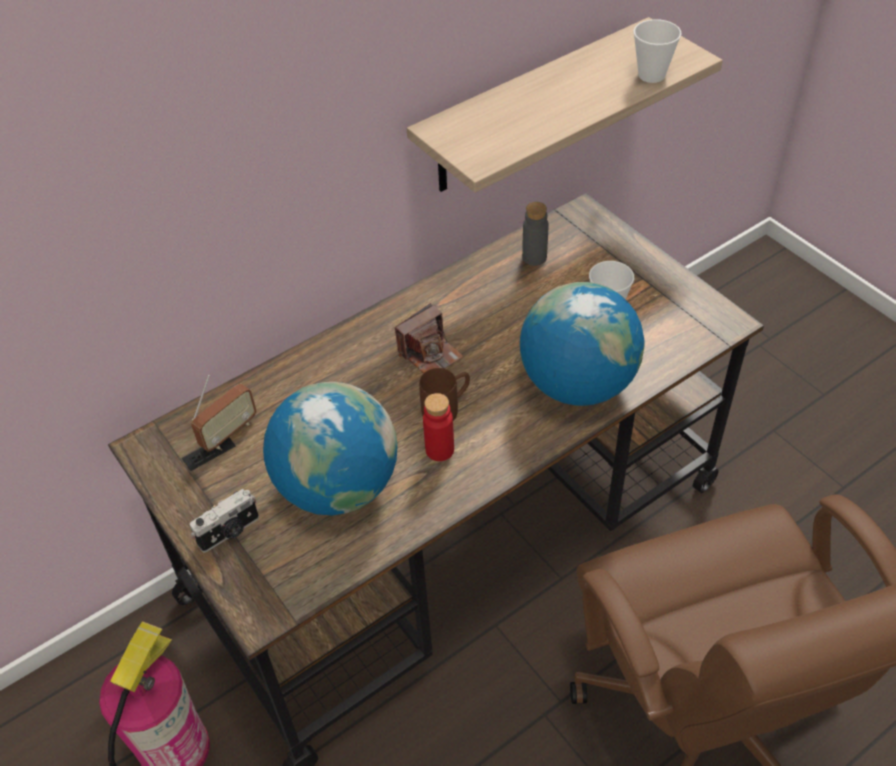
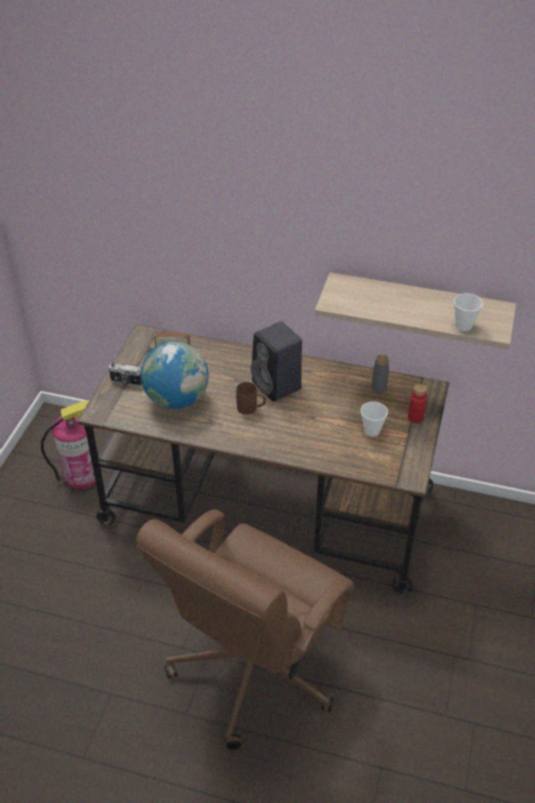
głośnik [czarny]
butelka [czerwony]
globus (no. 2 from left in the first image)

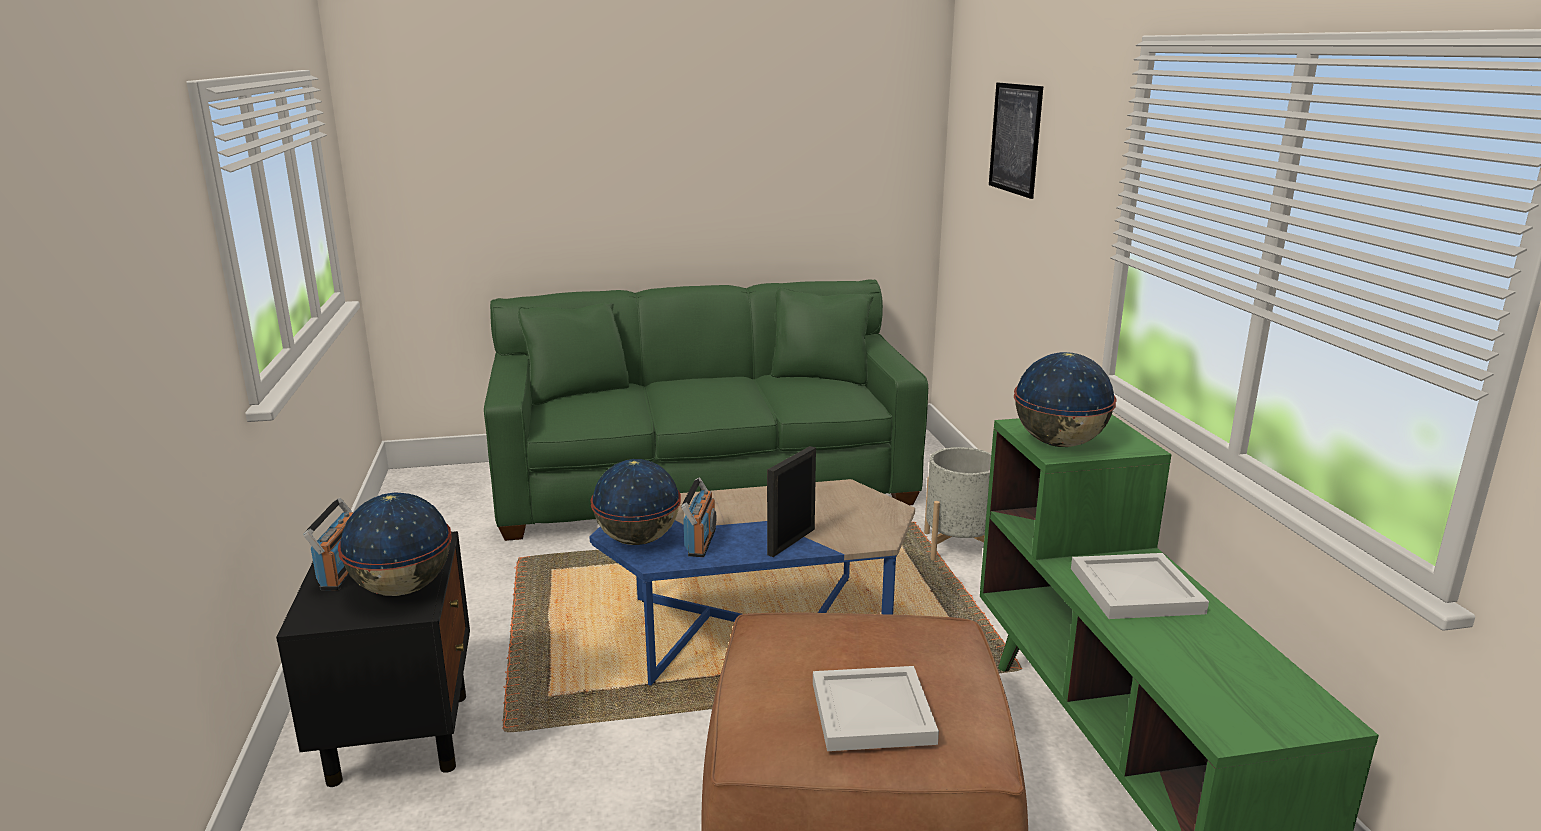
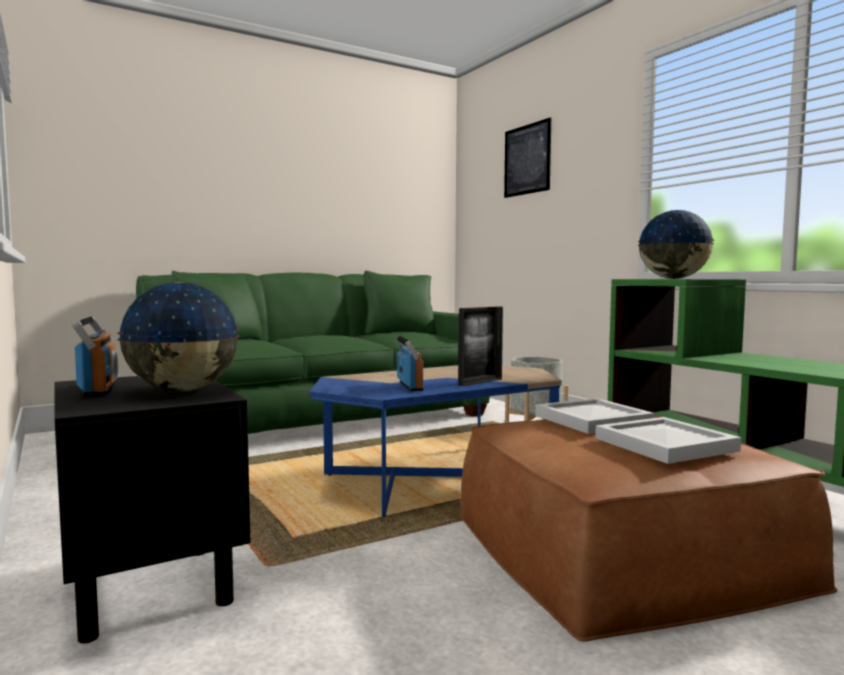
globus (no. 2 from left in the first image)
ramka na zdjęcie
taca [biały] (no. 1 from left)

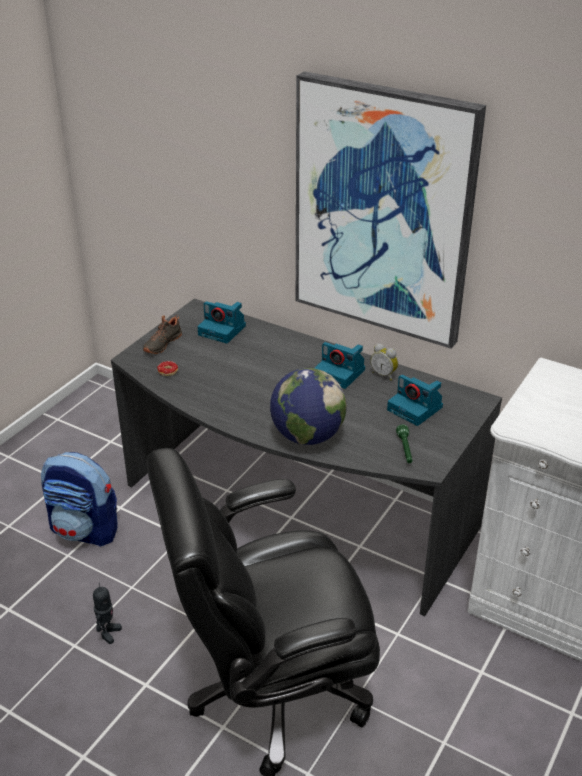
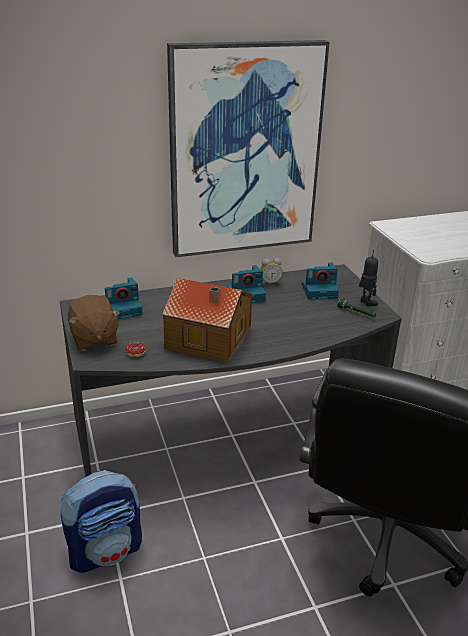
robot zabawkowy
pluszak [brązowy]
globus
domek

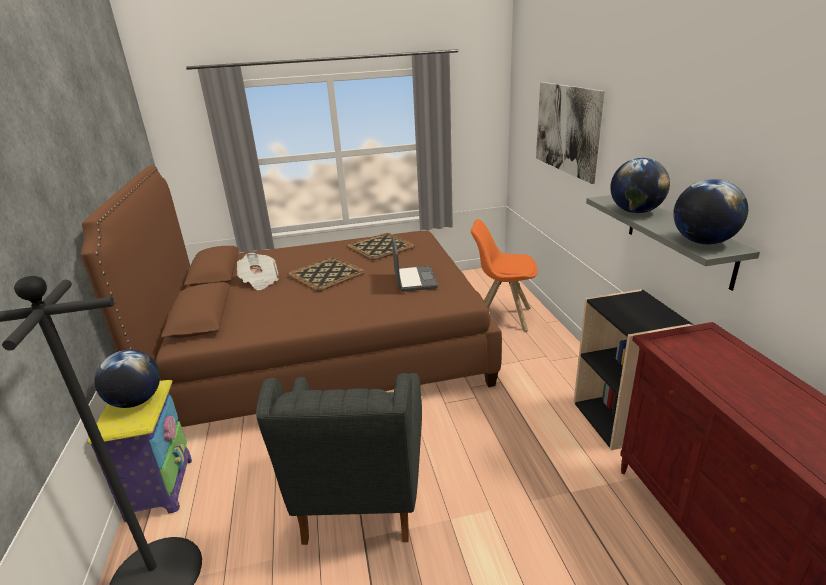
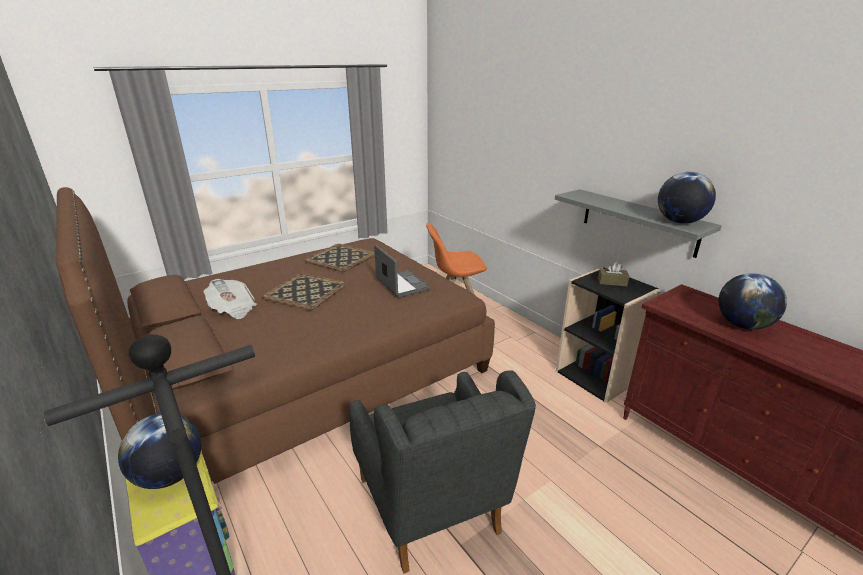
obraz
globus (no. 3 from left)
pudełko chusteczek [brązowy]

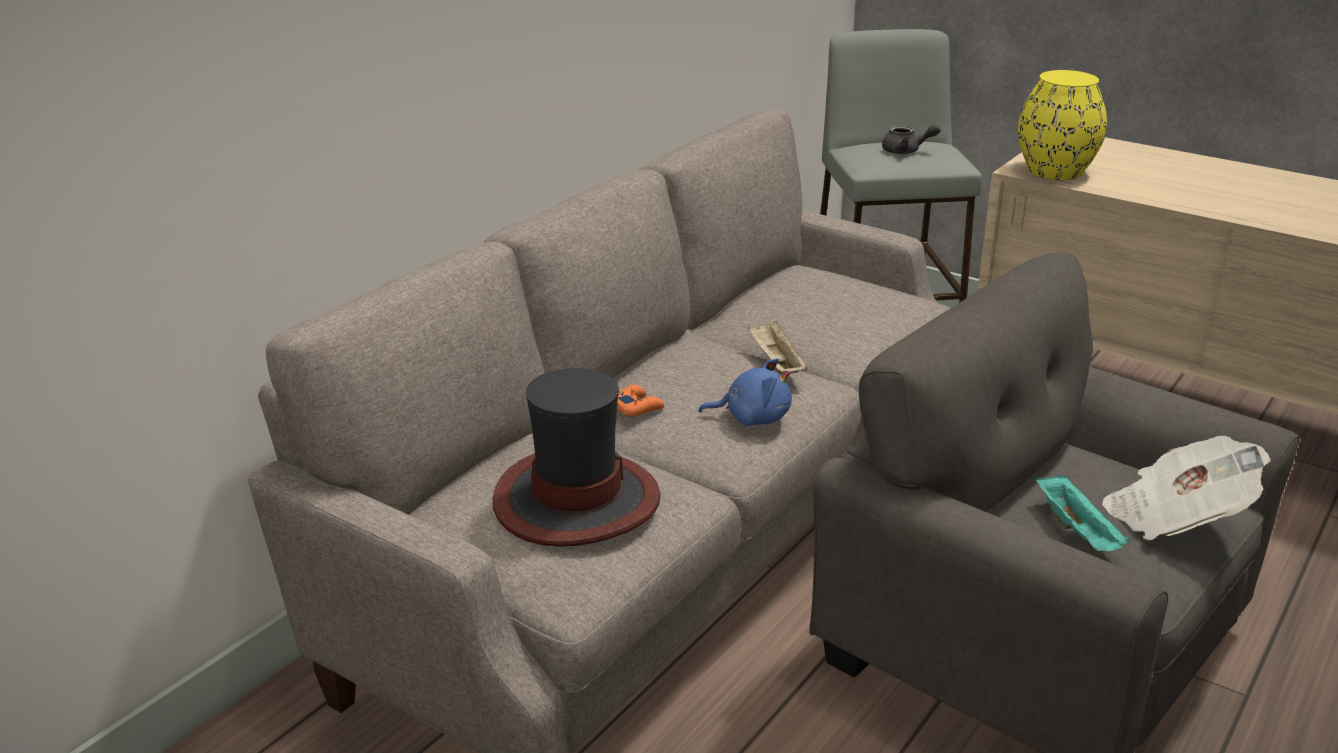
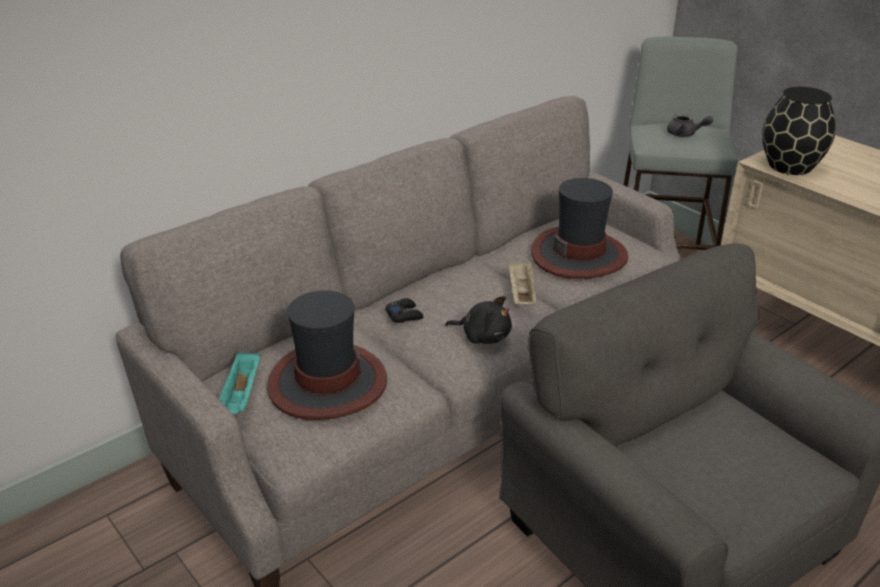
pad do gier [czarny]
pluszak [czarny]
wazon [czarny]
taca [turkusowy]
gazeta
kapelusz (no. 2 from left)

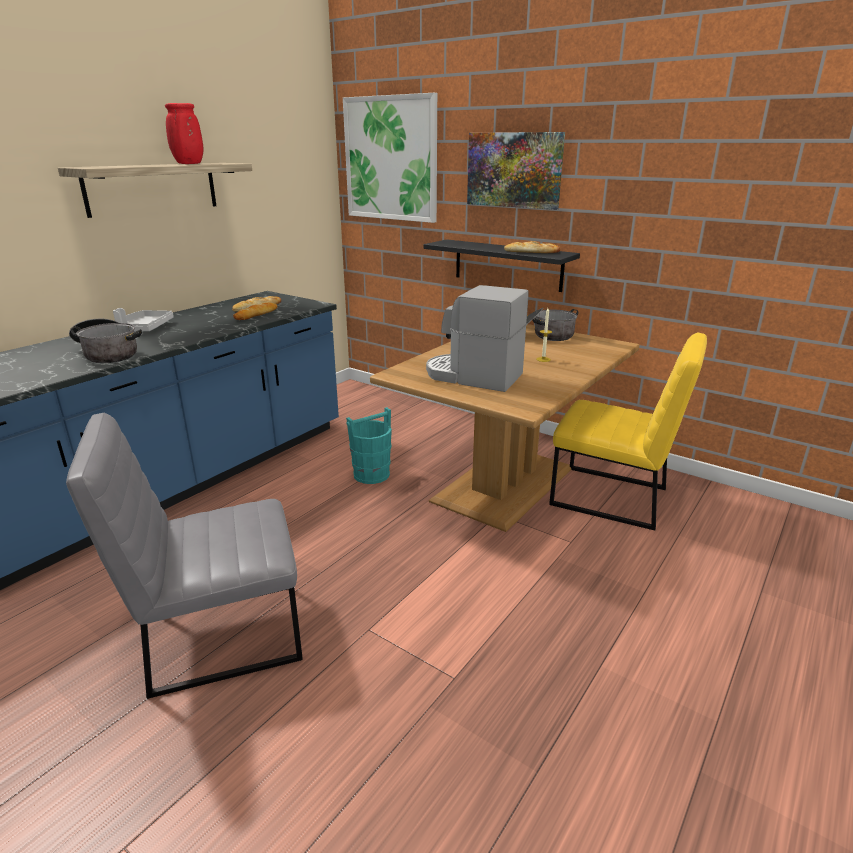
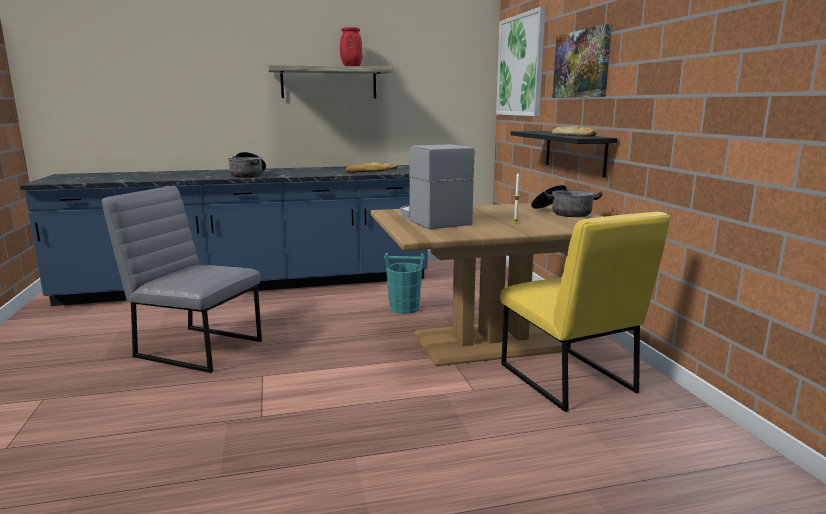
taca [szary]

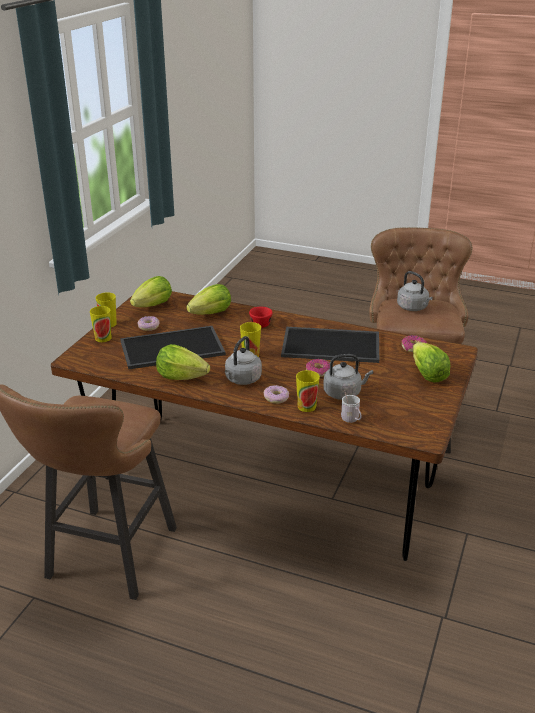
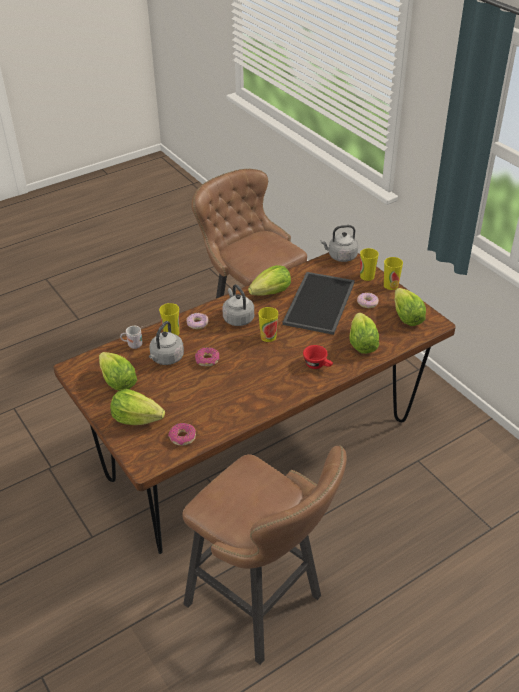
taca (no. 2 from left in the first image)
czajnik [szary] (no. 3 from left)
sałata (no. 1 from left)

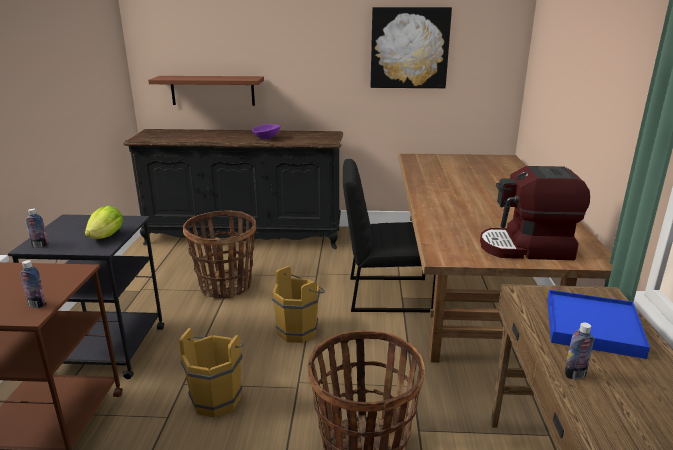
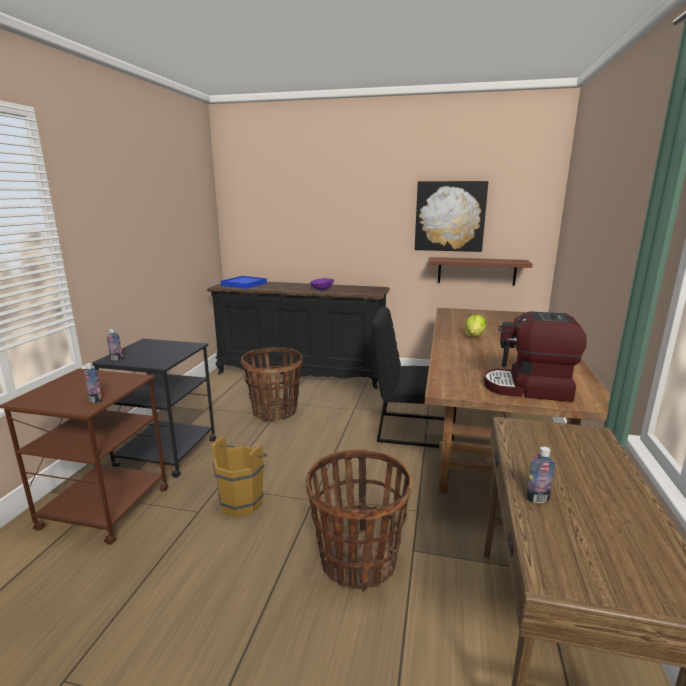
sałata
półka [brązowy]
wiadro [brązowy] (no. 2 from left in the first image)
taca [niebieski]

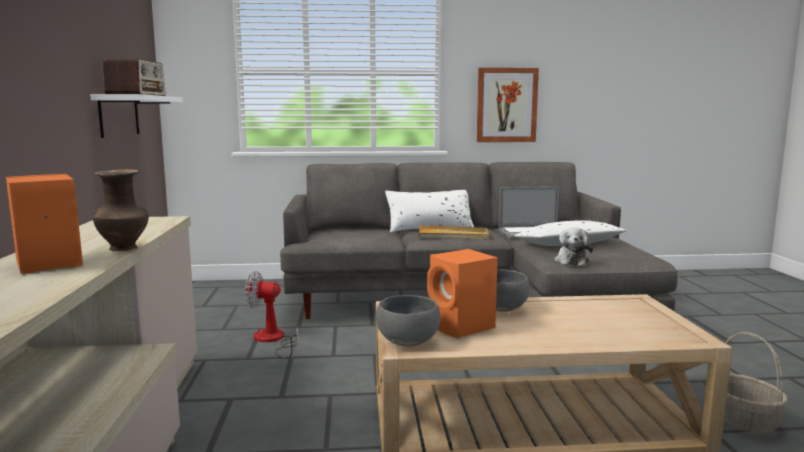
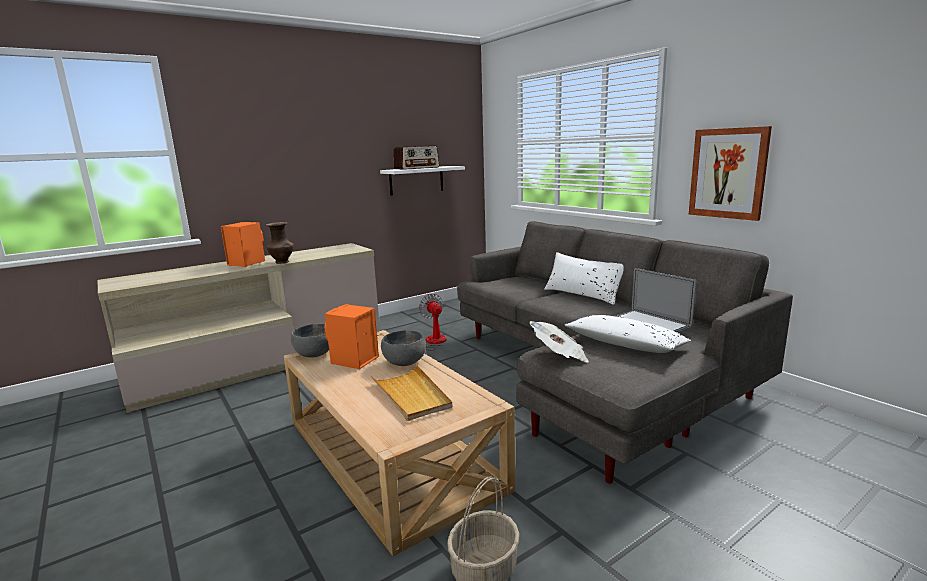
taca [beżowy]
gazeta

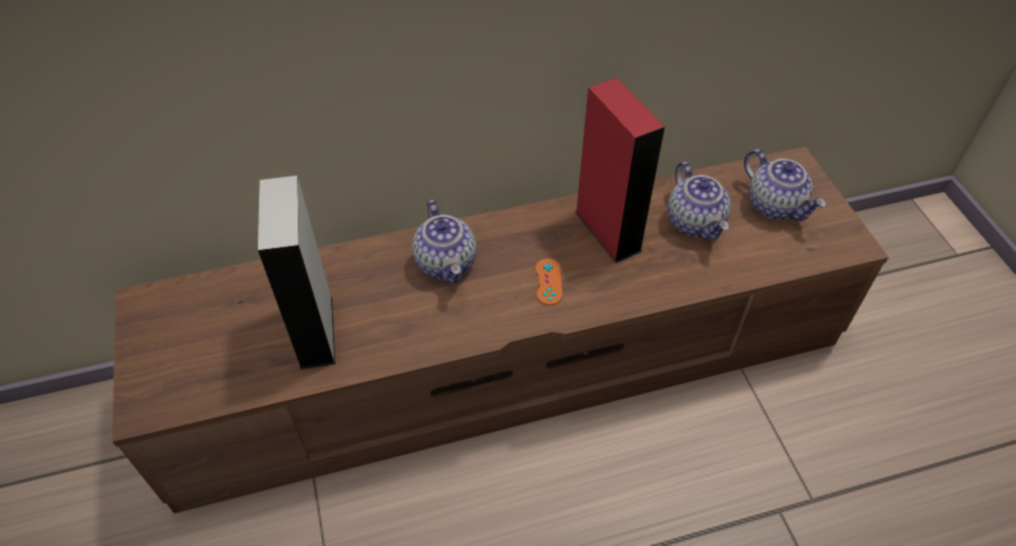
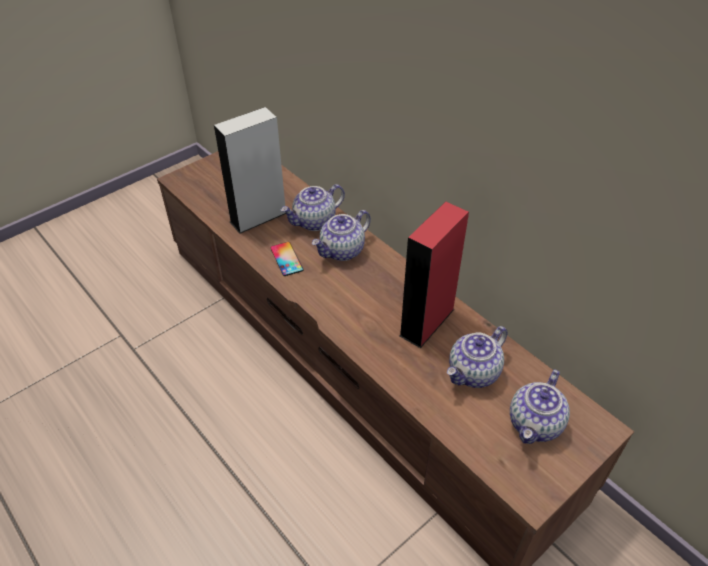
pad do gier [pomarańczowy]
telefon
imbryk (no. 1 from left)

